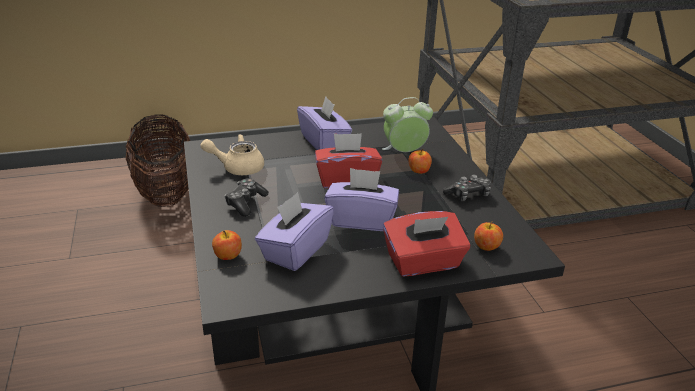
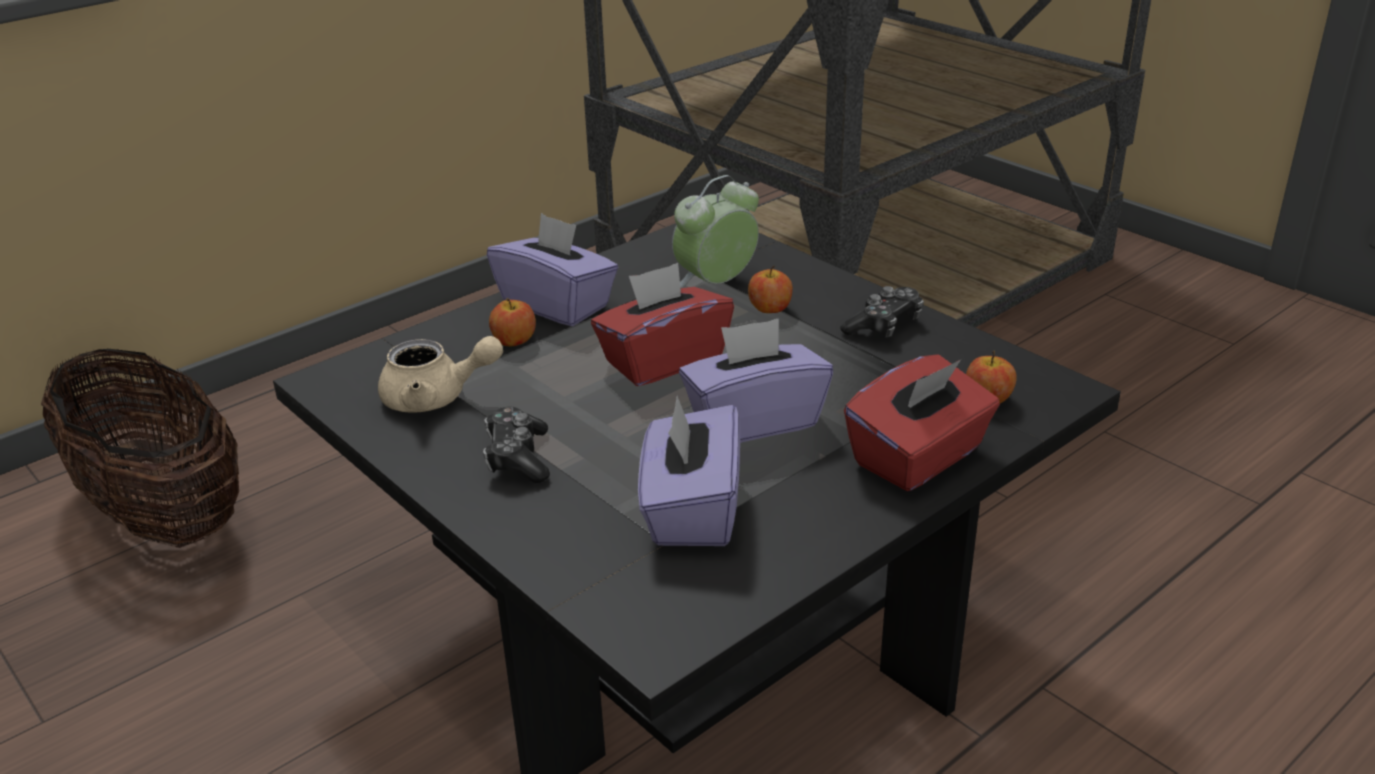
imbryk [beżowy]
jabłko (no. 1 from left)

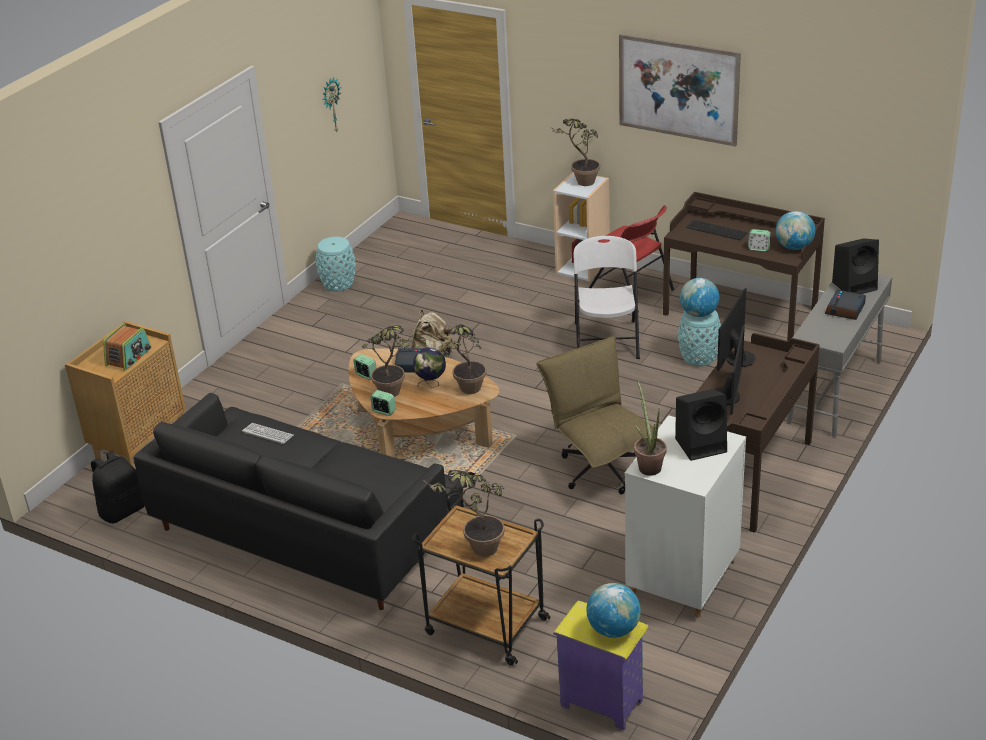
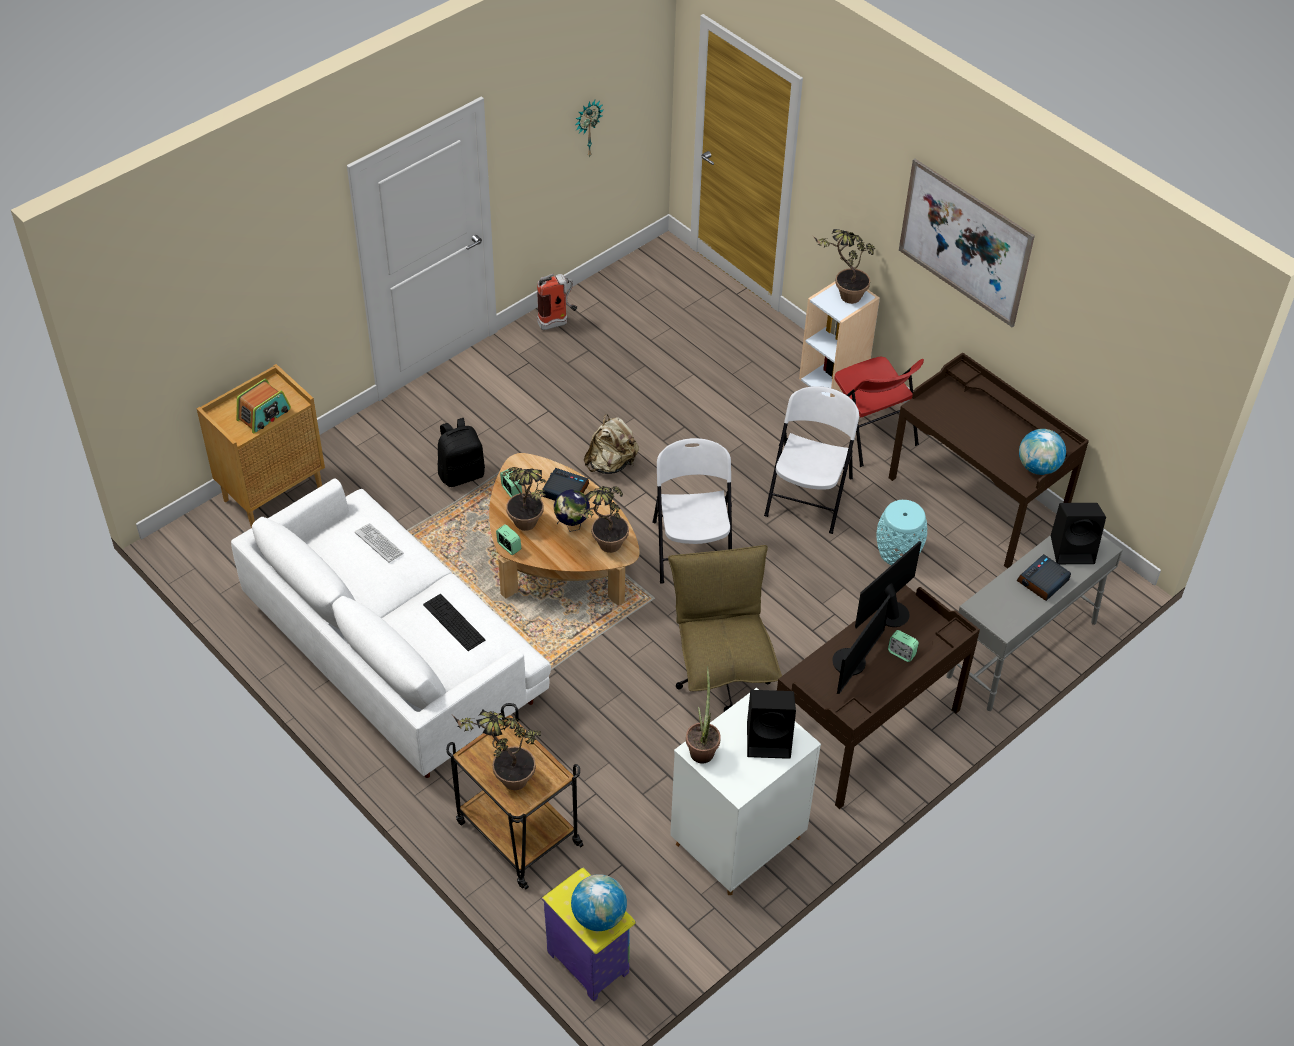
plecak [czarny]
kanapa [biały]
gaśnica
globus (no. 3 from left in the first image)
klawiatura (no. 2 from left)
budzik (no. 4 from left)
krzesło [biały] (no. 1 from left)

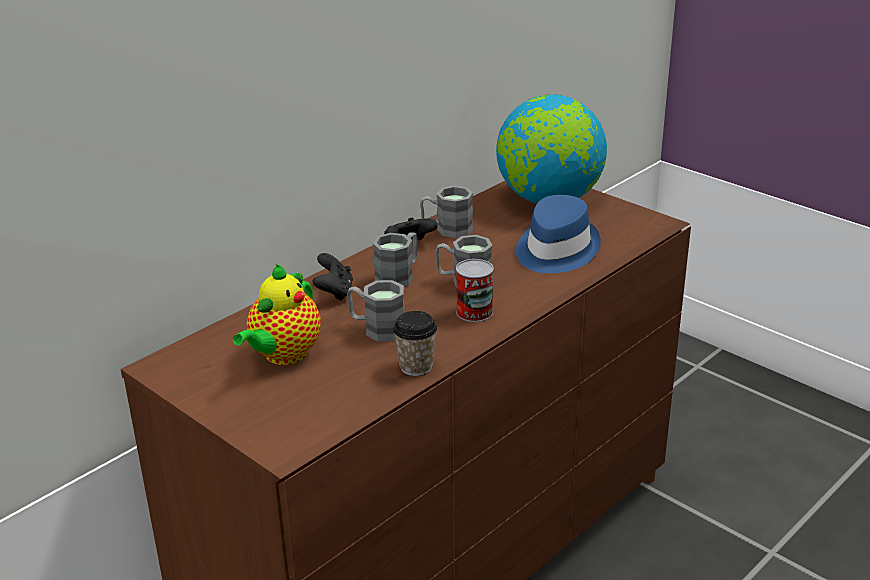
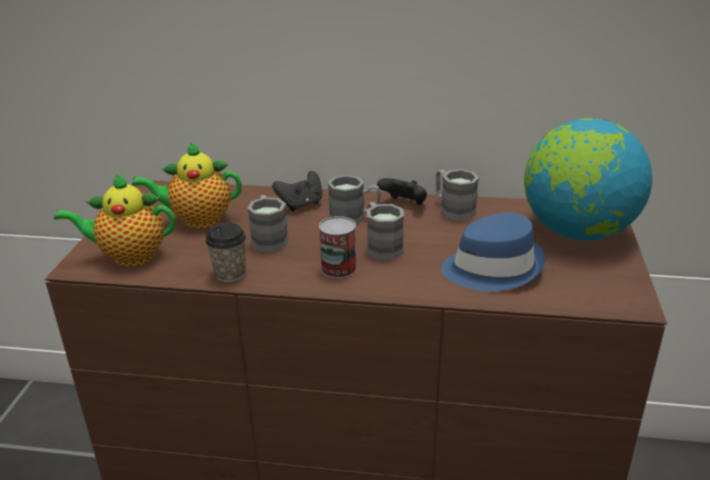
imbryk (no. 1 from left)

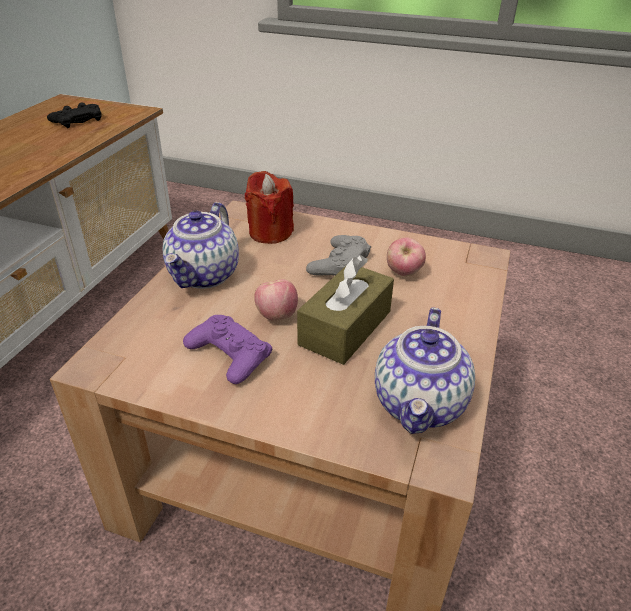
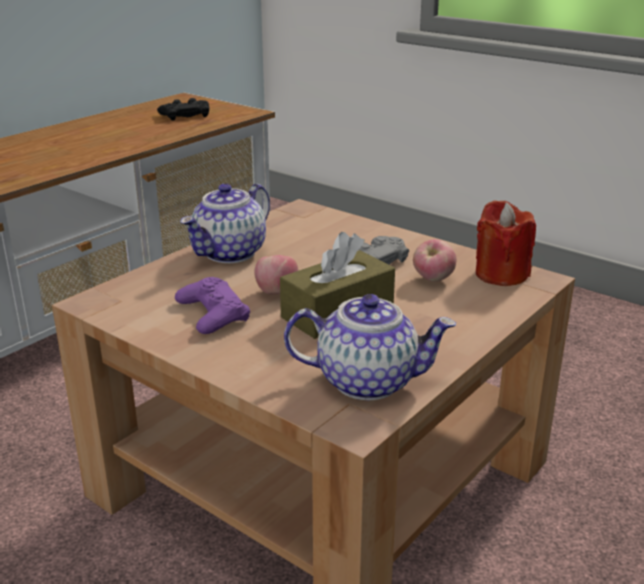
świeca [czerwony]
imbryk (no. 2 from left)

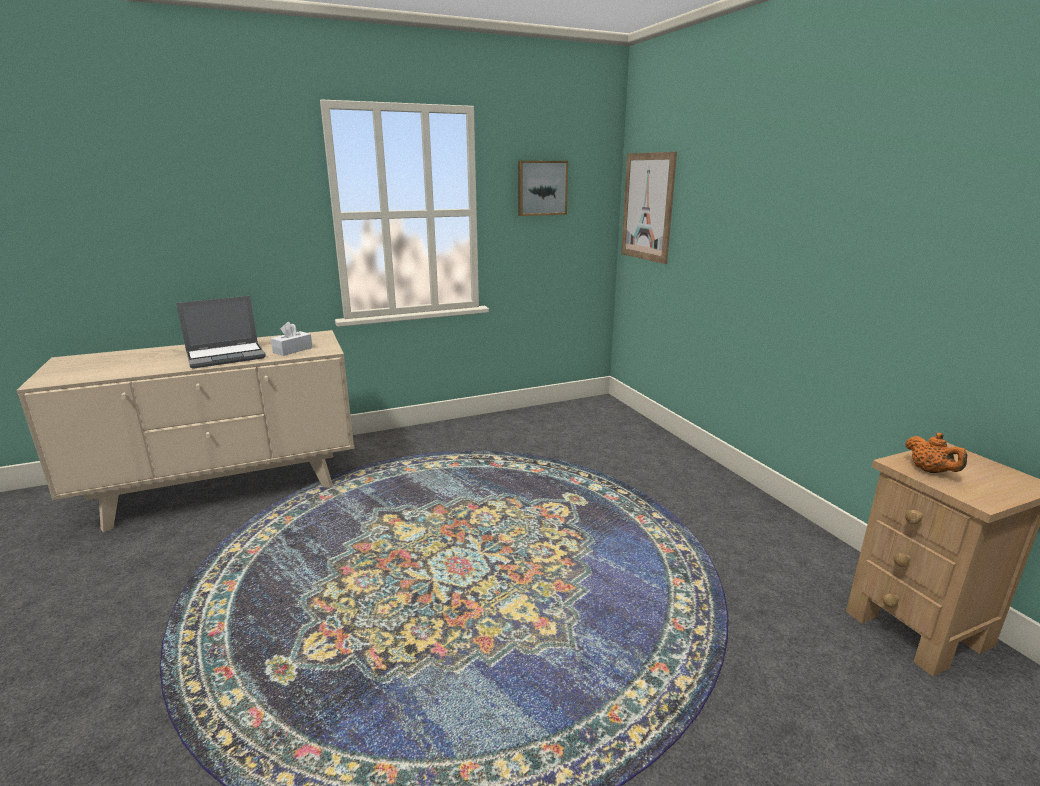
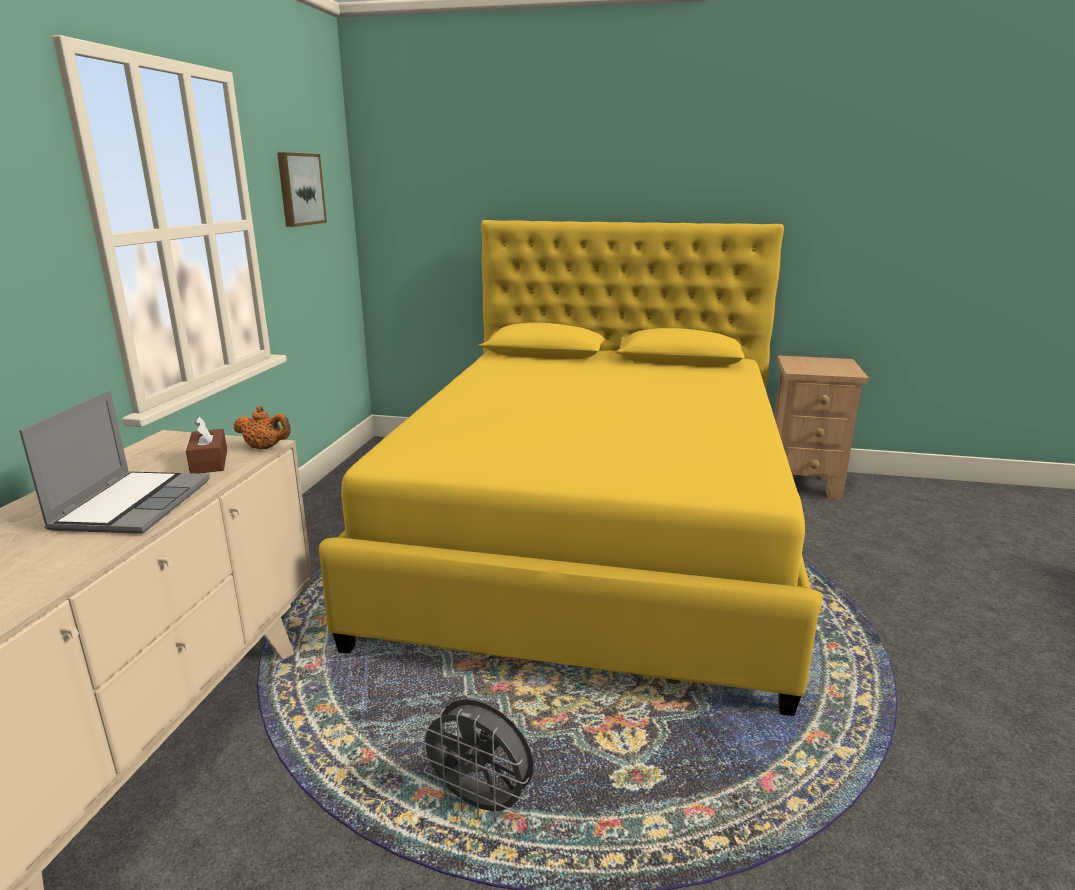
pudełko chusteczek [brązowy]
obraz (no. 2 from left in the first image)
imbryk [pomarańczowy]
łóżko [żółty]
wentylator [szary]

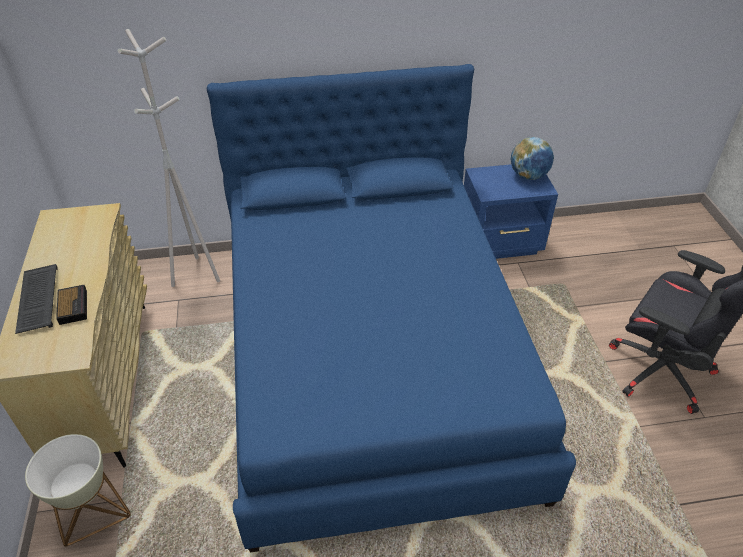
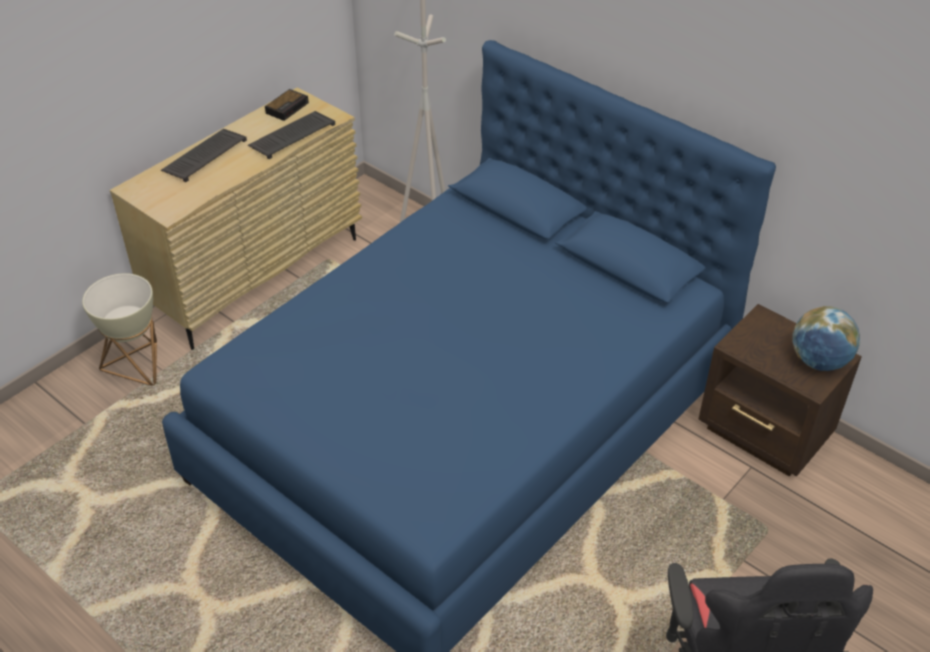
budzik
szafka nocna [brązowy]
klawiatura (no. 2 from left)

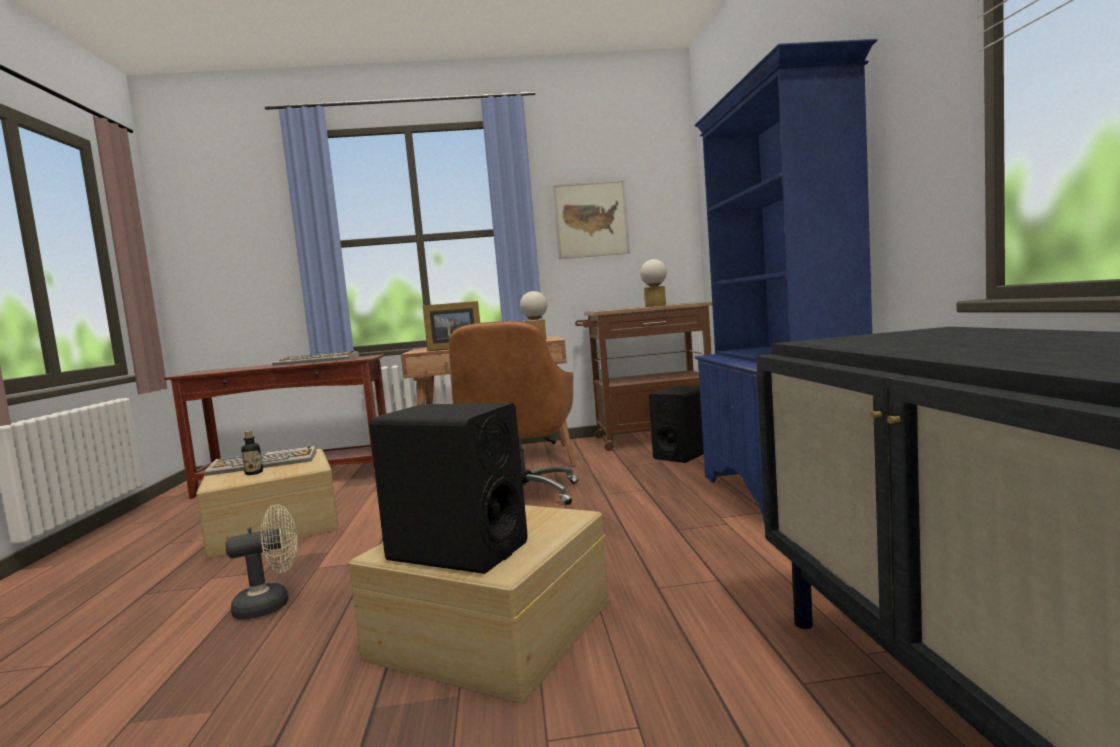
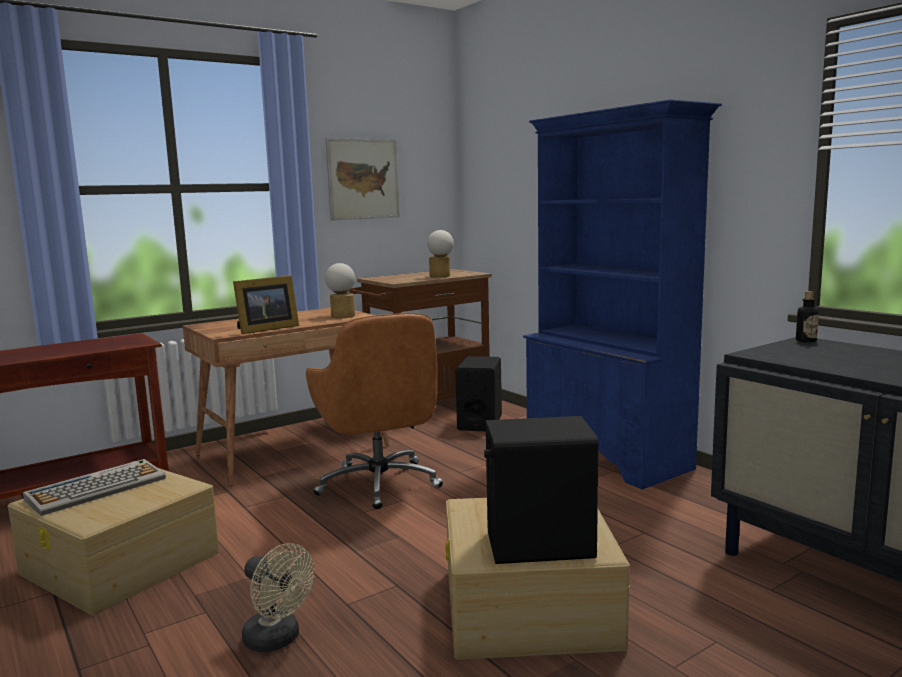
wentylator [beżowy]
butelka
klawiatura (no. 2 from left in the first image)

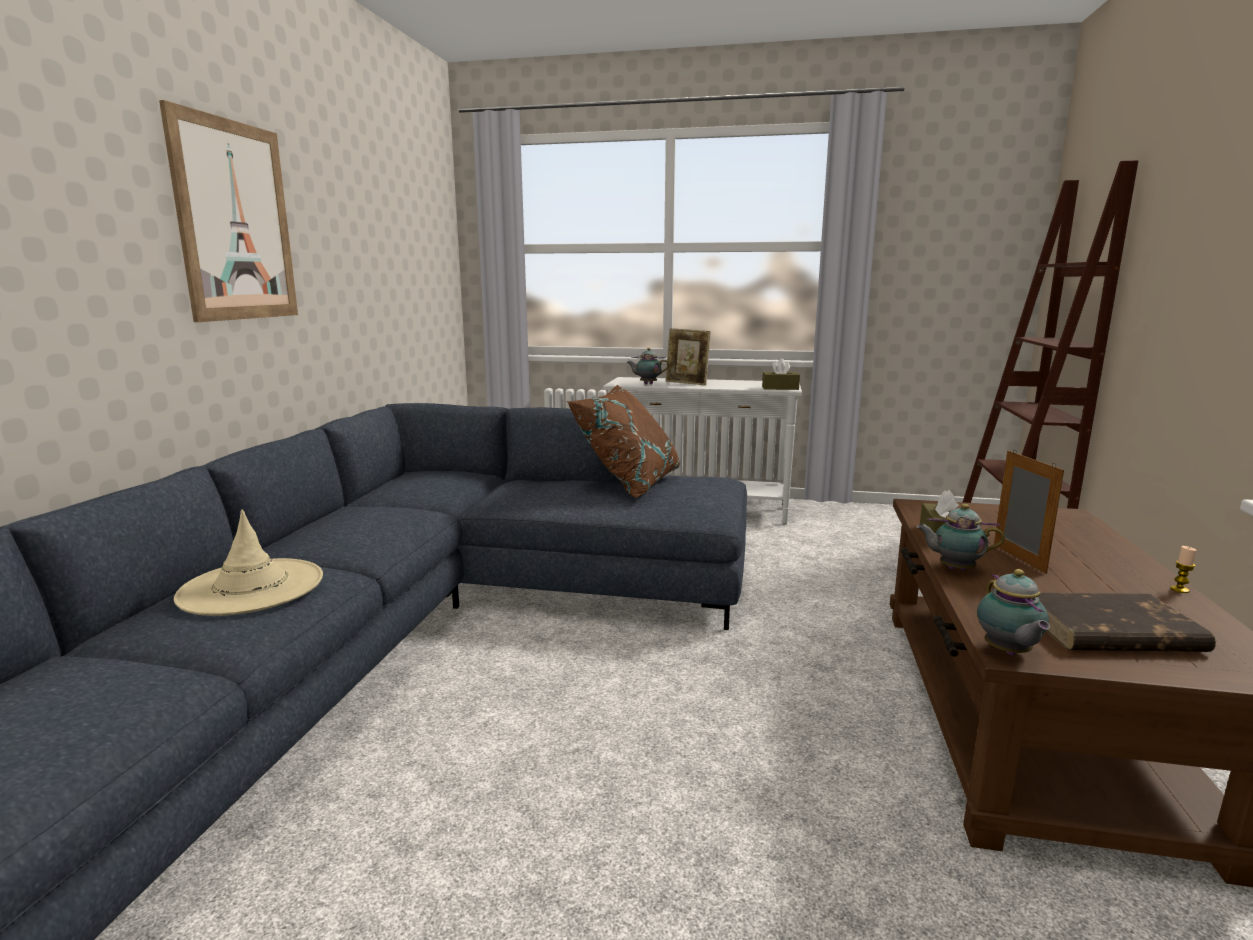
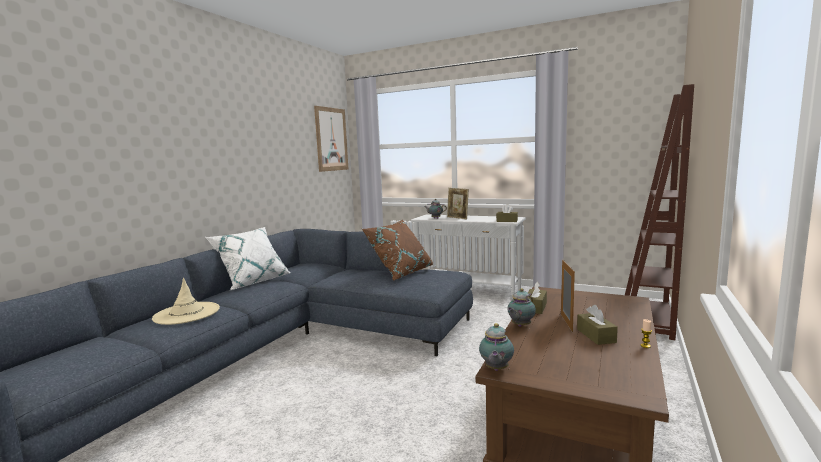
obraz
imbryk (no. 3 from left)
książka [brązowy]
poduszka [biały]
pudełko chusteczek [brązowy] (no. 3 from left)

